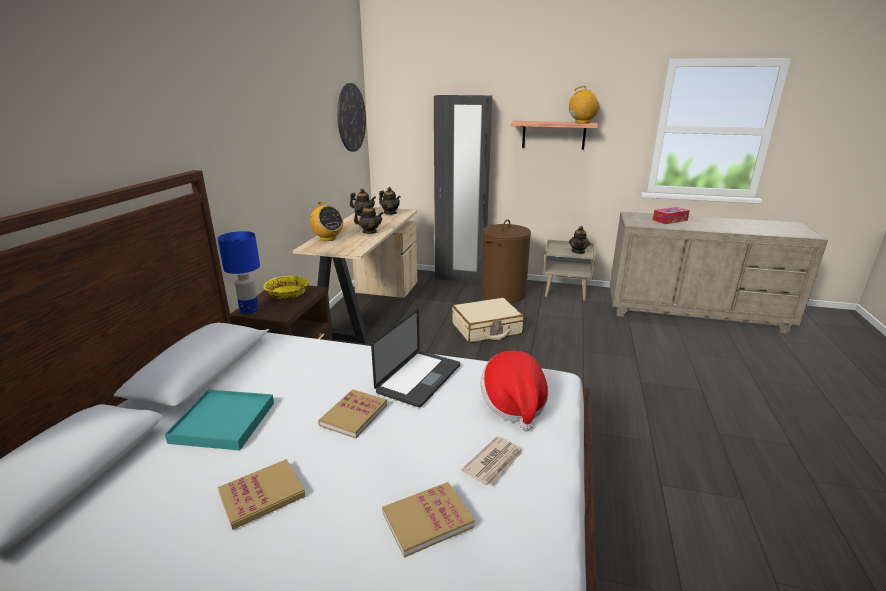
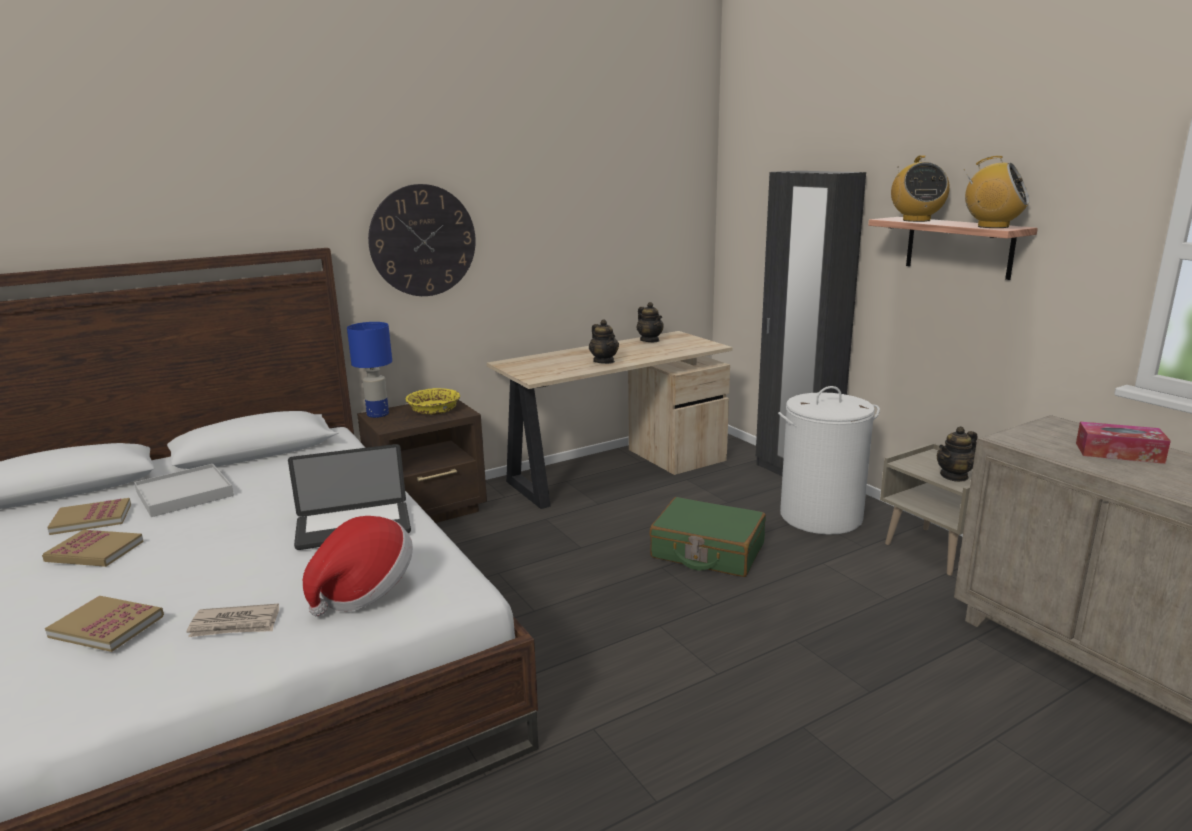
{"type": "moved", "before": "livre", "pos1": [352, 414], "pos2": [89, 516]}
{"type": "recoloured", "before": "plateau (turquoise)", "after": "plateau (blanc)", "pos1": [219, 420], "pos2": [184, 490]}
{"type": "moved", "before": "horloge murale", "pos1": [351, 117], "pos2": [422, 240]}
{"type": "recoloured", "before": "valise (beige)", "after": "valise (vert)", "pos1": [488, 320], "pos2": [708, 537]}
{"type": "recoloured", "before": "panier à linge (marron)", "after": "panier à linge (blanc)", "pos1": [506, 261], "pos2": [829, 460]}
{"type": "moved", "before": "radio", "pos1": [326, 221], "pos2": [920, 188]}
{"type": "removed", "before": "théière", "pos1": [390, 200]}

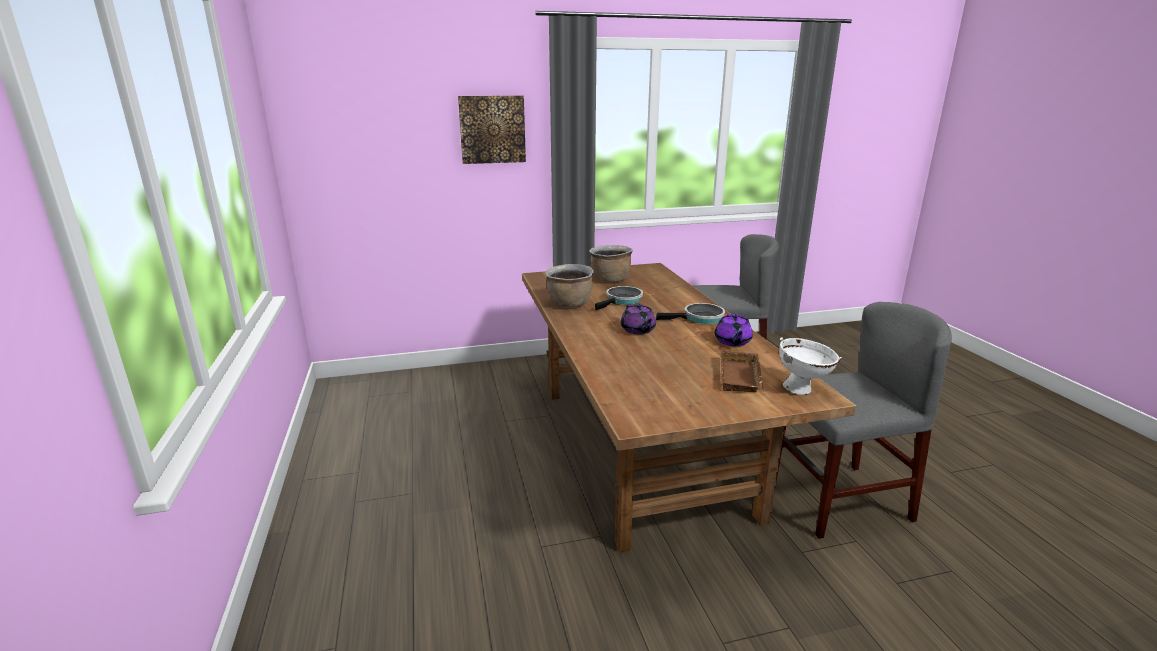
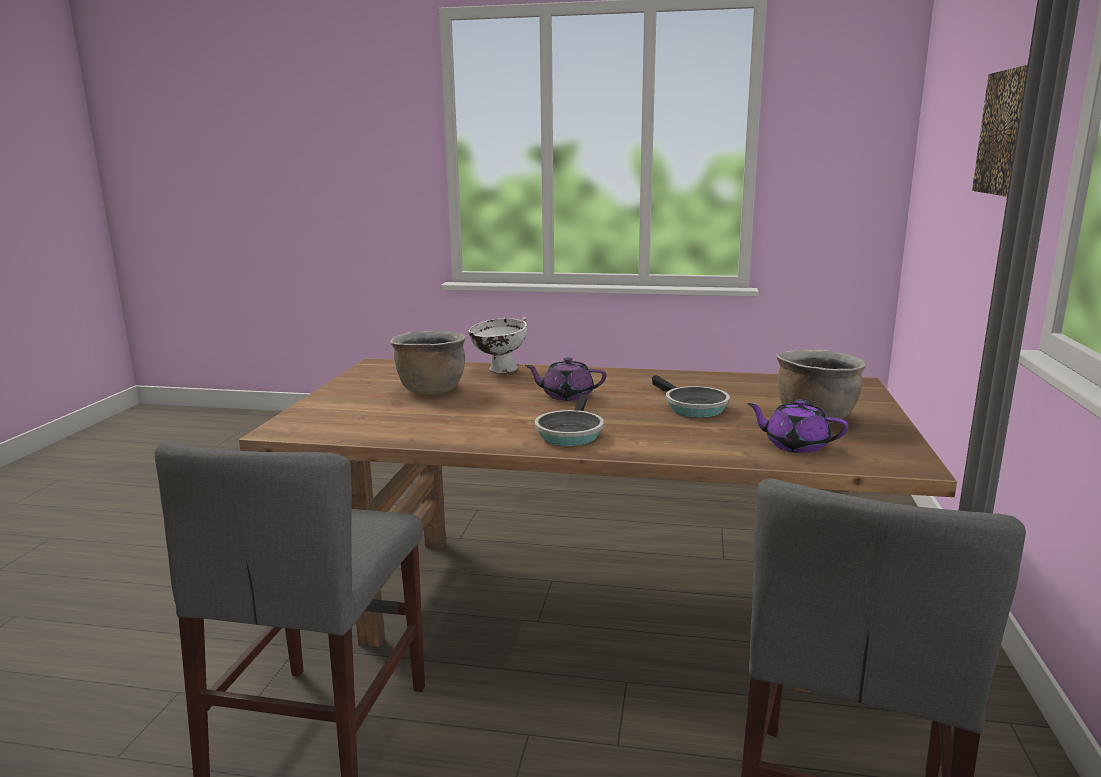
{"type": "moved", "before": "marmite (marron)", "pos1": [569, 286], "pos2": [428, 363]}
{"type": "moved", "before": "bol (blanc)", "pos1": [810, 366], "pos2": [497, 345]}
{"type": "moved", "before": "théière (violet)", "pos1": [734, 330], "pos2": [798, 426]}
{"type": "removed", "before": "plateau (marron)", "pos1": [742, 371]}

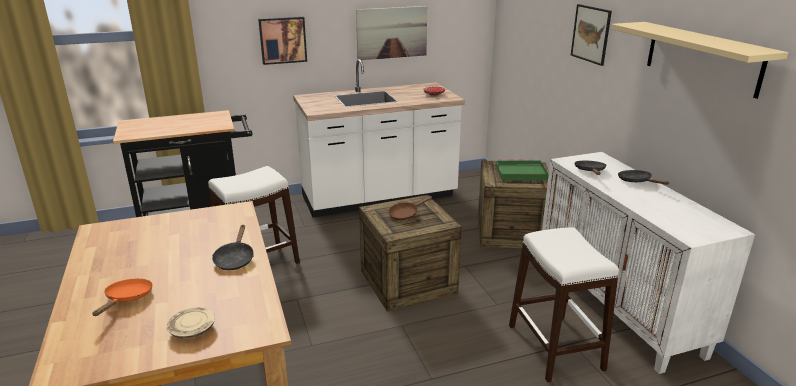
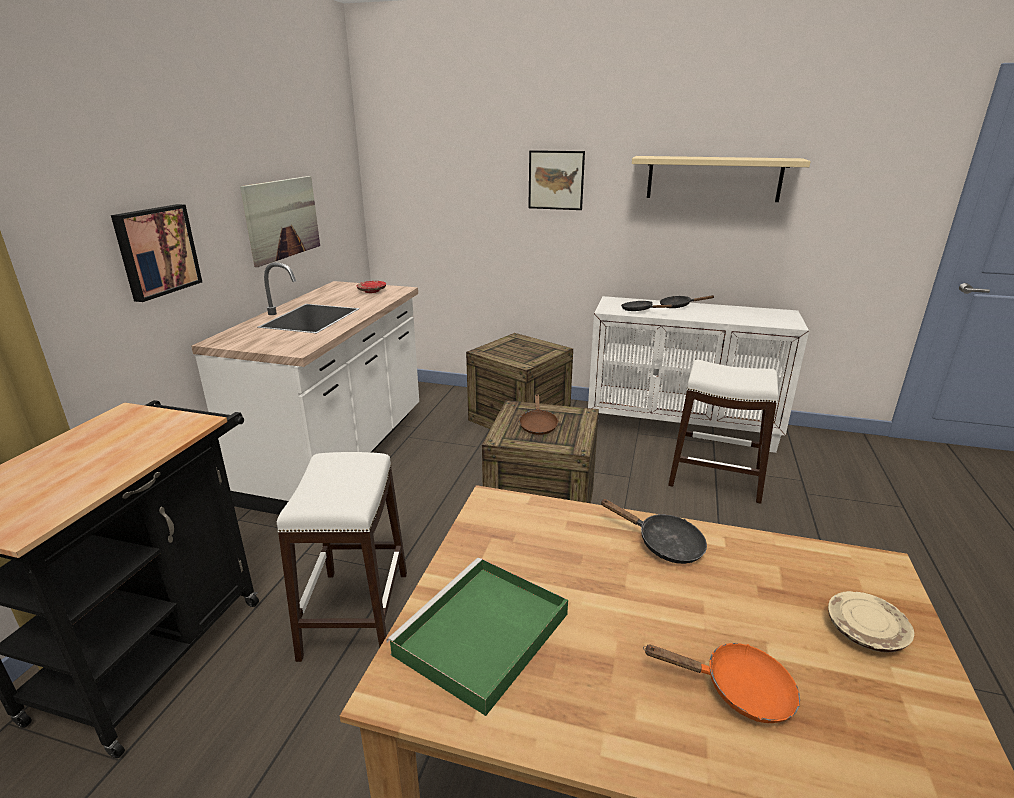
{"type": "moved", "before": "plateau (vert)", "pos1": [522, 170], "pos2": [477, 637]}
{"type": "turned", "before": "poêle (orange)", "pos1": [122, 297], "pos2": [721, 683], "turn": 150}

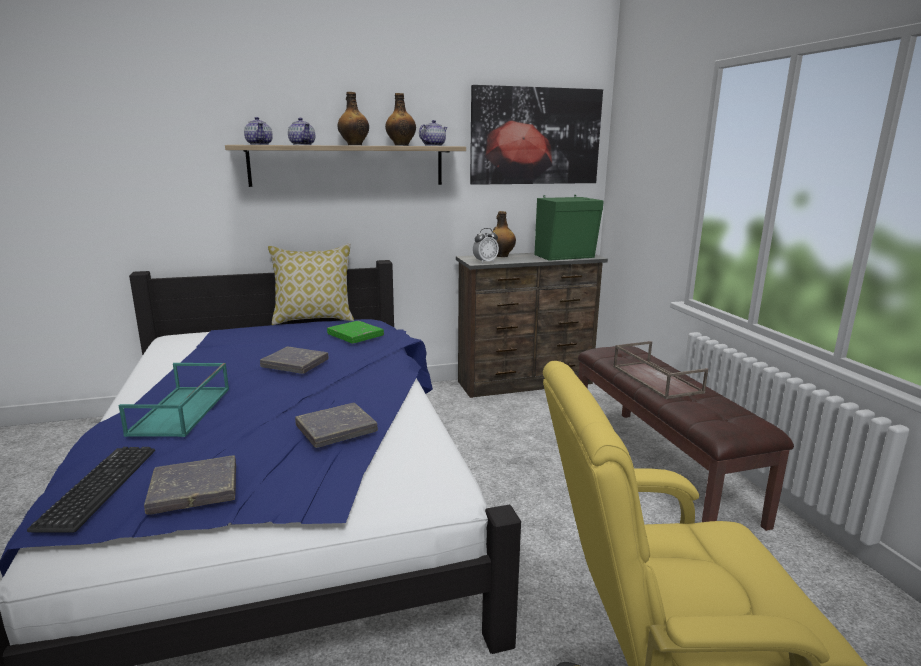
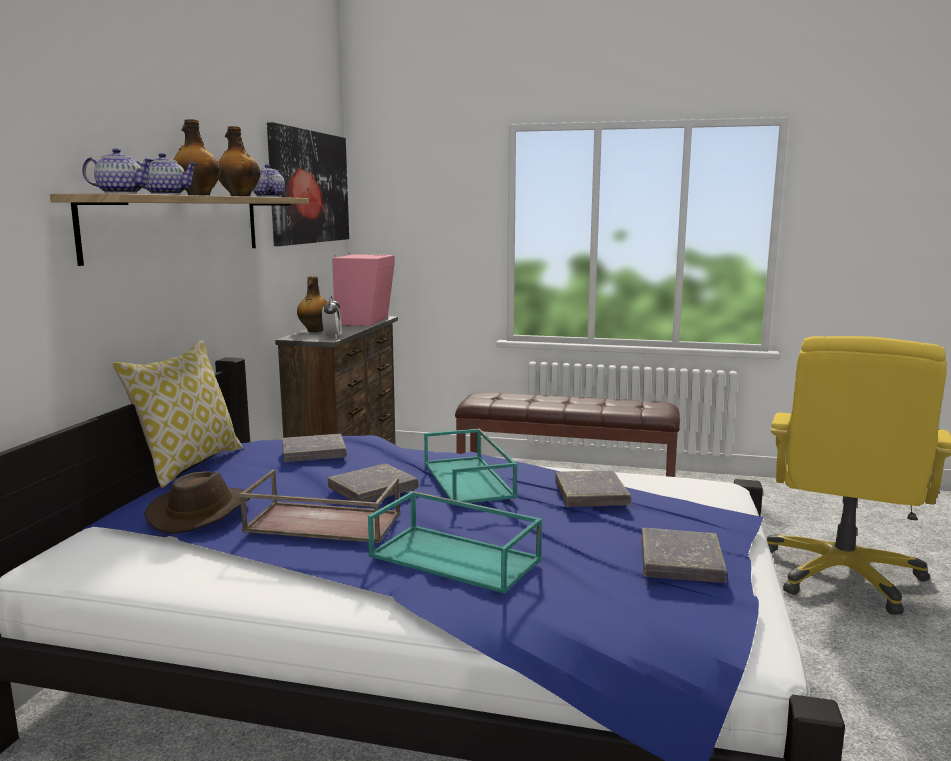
{"type": "added", "after": "chapeau (marron)", "pos2": [197, 502]}
{"type": "moved", "before": "plateau (marron)", "pos1": [660, 370], "pos2": [319, 506]}
{"type": "recoloured", "before": "livre (vert)", "after": "livre (gris)", "pos1": [355, 332], "pos2": [314, 448]}
{"type": "recoloured", "before": "enceinte (vert)", "after": "enceinte (rose)", "pos1": [569, 228], "pos2": [363, 289]}
{"type": "added", "after": "plateau (turquoise)", "pos2": [470, 465]}
{"type": "removed", "before": "clavier", "pos1": [91, 490]}

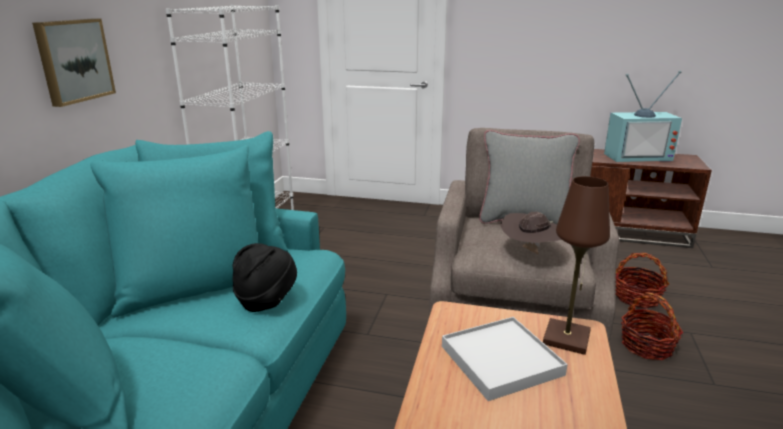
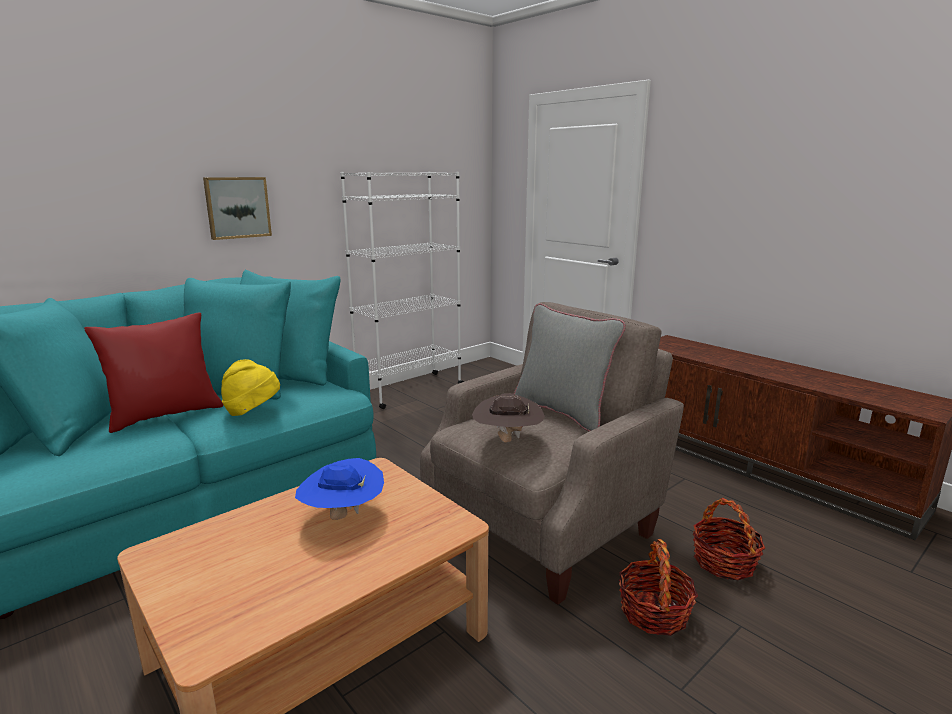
{"type": "added", "after": "coussin (rouge)", "pos2": [153, 372]}
{"type": "recoloured", "before": "chapeau (noir)", "after": "chapeau (jaune)", "pos1": [265, 277], "pos2": [250, 387]}
{"type": "replaced", "before": "plateau (blanc)", "after": "chapeau (bleu)", "pos1": [505, 359], "pos2": [339, 489]}
{"type": "removed", "before": "lampe de table (marron)", "pos1": [576, 265]}
{"type": "removed", "before": "téléviseur", "pos1": [643, 116]}

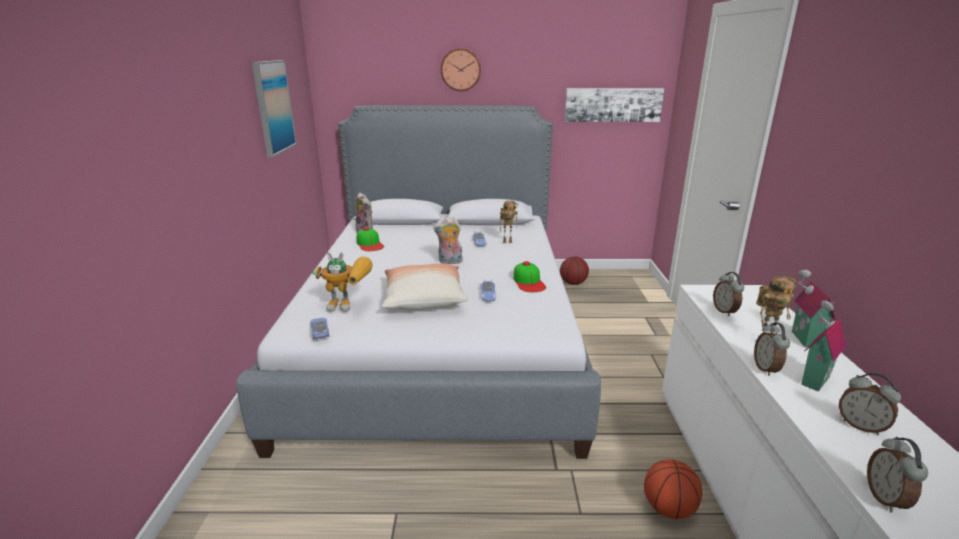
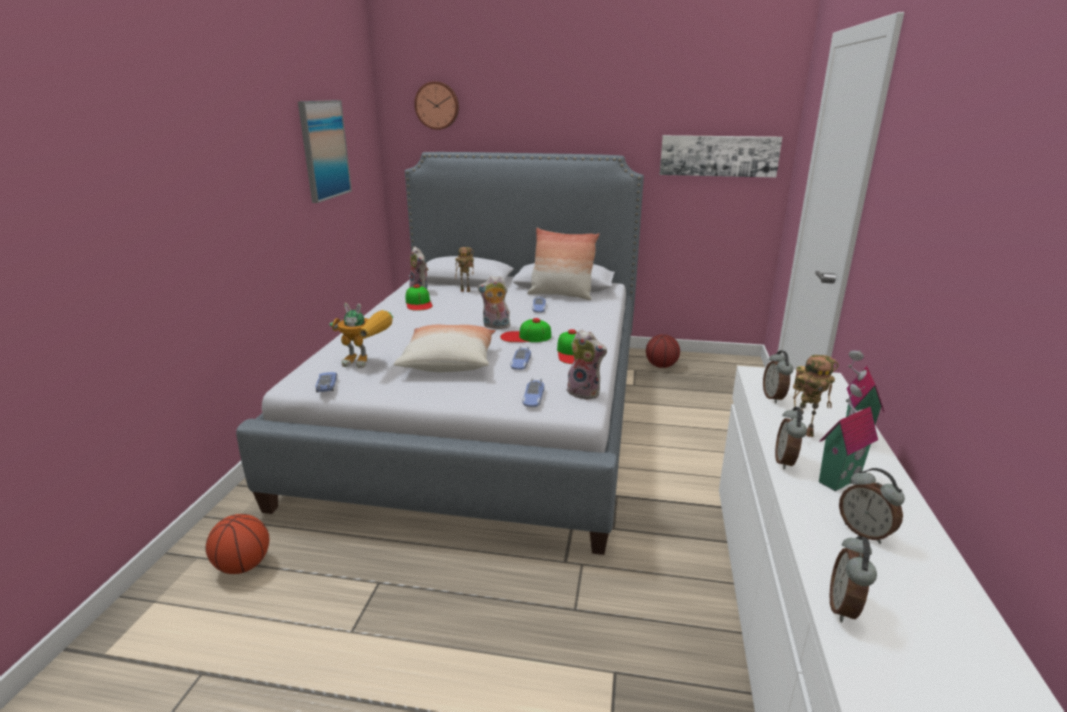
{"type": "moved", "before": "ballon de basket", "pos1": [673, 489], "pos2": [237, 544]}
{"type": "moved", "before": "horloge murale", "pos1": [461, 69], "pos2": [436, 105]}
{"type": "moved", "before": "robot jouet", "pos1": [509, 222], "pos2": [464, 269]}
{"type": "added", "after": "casquette", "pos2": [525, 330]}
{"type": "added", "after": "petite voiture", "pos2": [533, 392]}
{"type": "added", "after": "coussin", "pos2": [563, 264]}
{"type": "added", "after": "peluche", "pos2": [587, 365]}

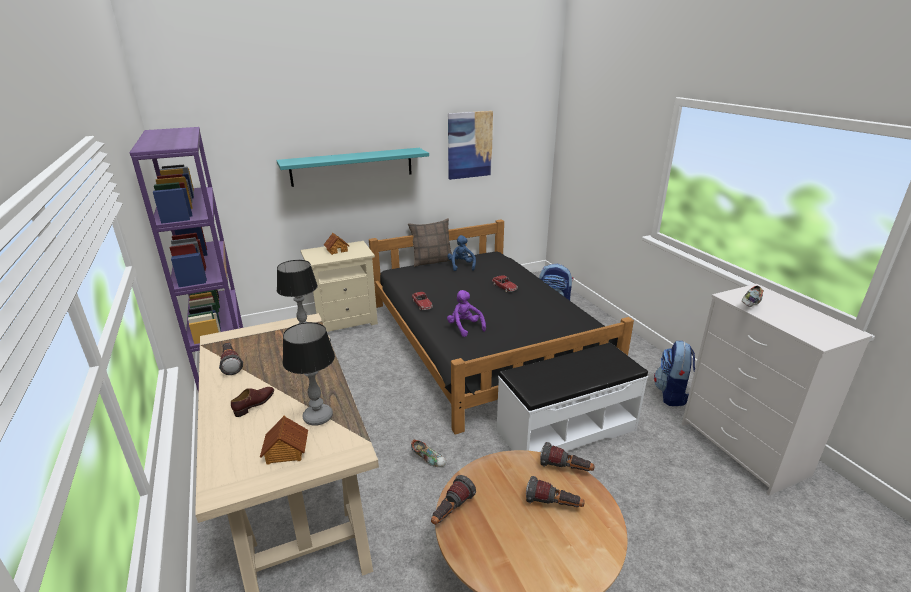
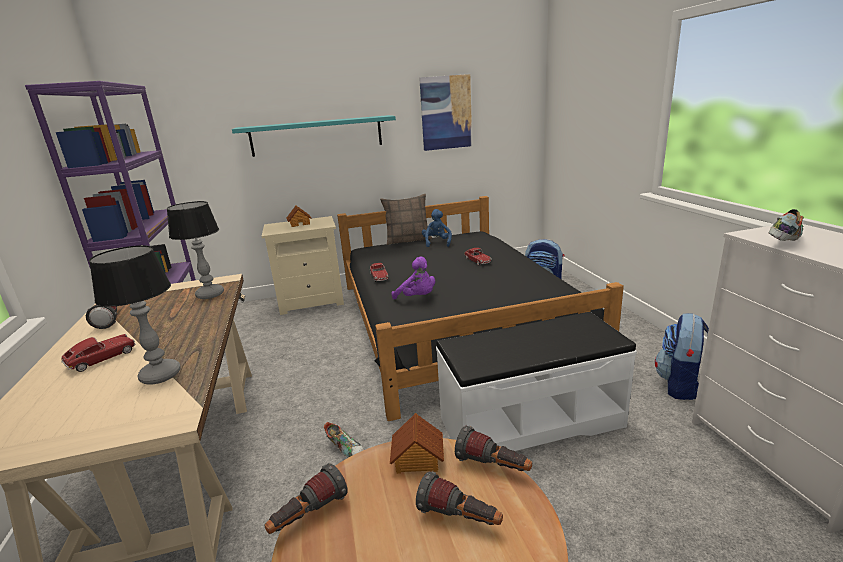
{"type": "replaced", "before": "chaussure (marron)", "after": "petite voiture", "pos1": [252, 402], "pos2": [98, 353]}
{"type": "moved", "before": "maison miniature", "pos1": [284, 440], "pos2": [417, 443]}
{"type": "turned", "before": "peluche (violet)", "pos1": [466, 313], "pos2": [413, 278], "turn": 150}

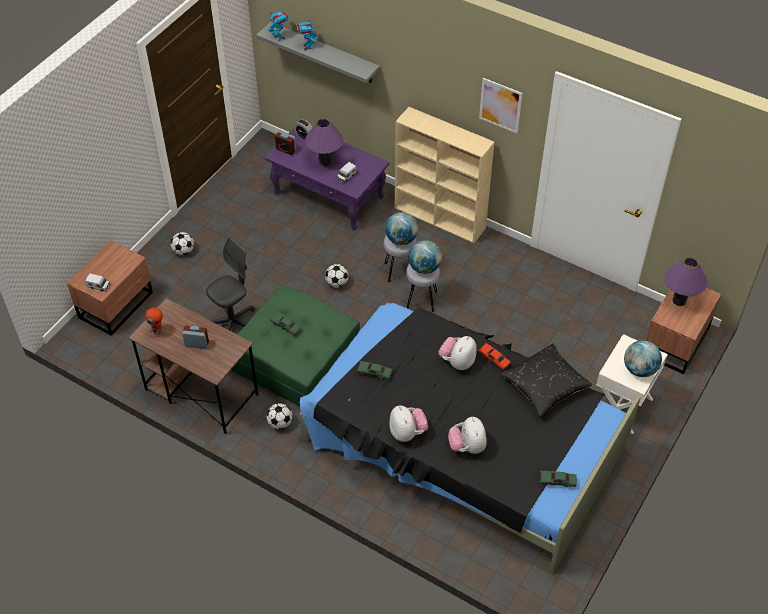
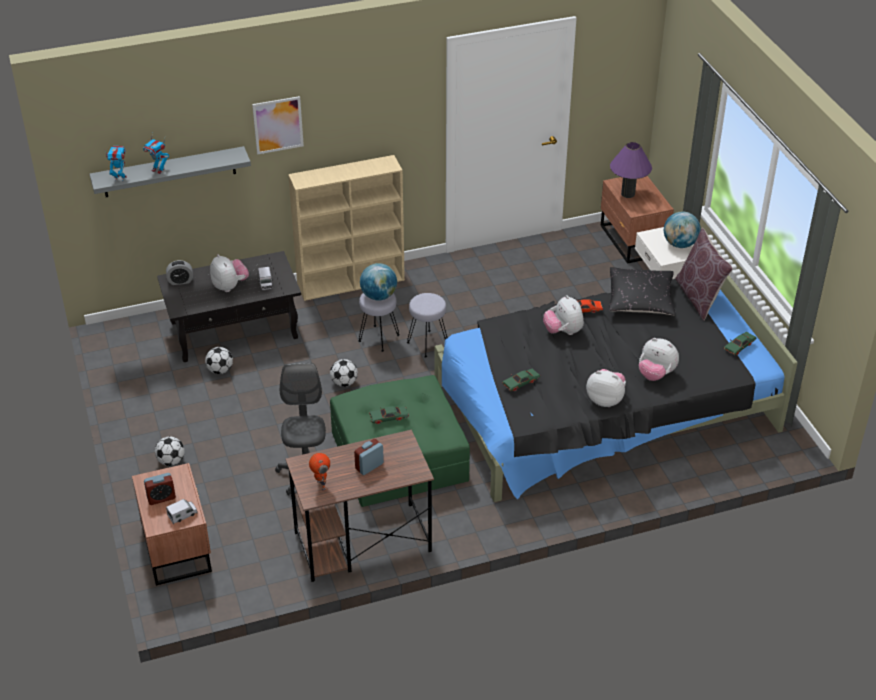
{"type": "moved", "before": "réveil", "pos1": [285, 143], "pos2": [160, 489]}
{"type": "recoloured", "before": "table basse (violet)", "after": "table basse (noir)", "pos1": [327, 179], "pos2": [229, 306]}
{"type": "moved", "before": "ballon de foot", "pos1": [279, 416], "pos2": [219, 360]}
{"type": "replaced", "before": "lampe de table (violet)", "after": "peluche", "pos1": [324, 143], "pos2": [229, 273]}
{"type": "moved", "before": "tableau", "pos1": [500, 105], "pos2": [278, 125]}
{"type": "added", "after": "coussin (marron)", "pos2": [704, 274]}
{"type": "removed", "before": "globe", "pos1": [425, 257]}

